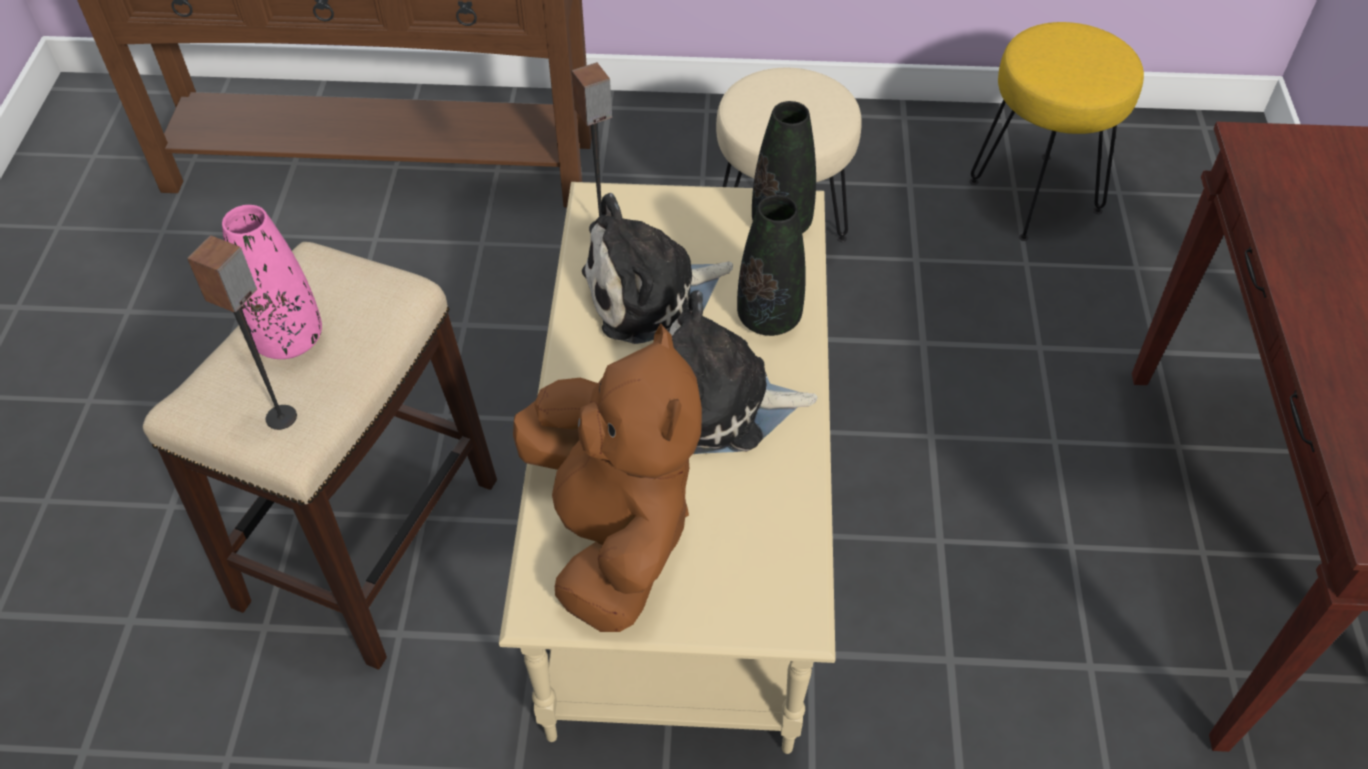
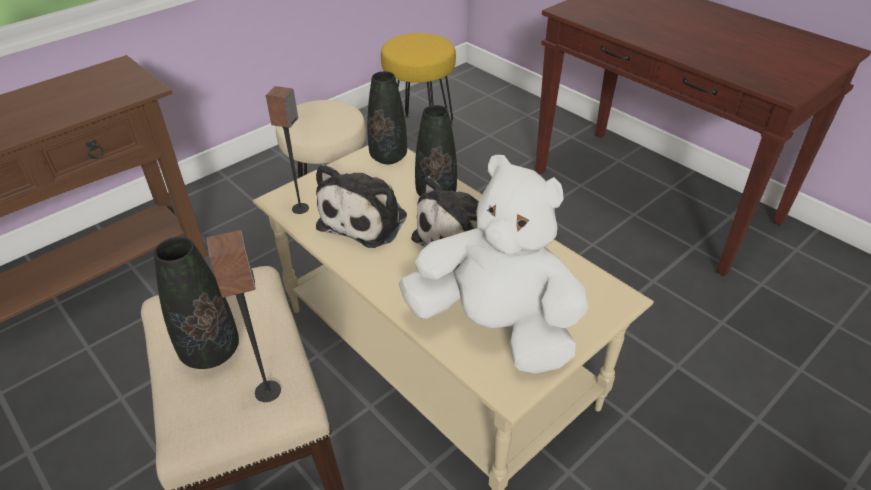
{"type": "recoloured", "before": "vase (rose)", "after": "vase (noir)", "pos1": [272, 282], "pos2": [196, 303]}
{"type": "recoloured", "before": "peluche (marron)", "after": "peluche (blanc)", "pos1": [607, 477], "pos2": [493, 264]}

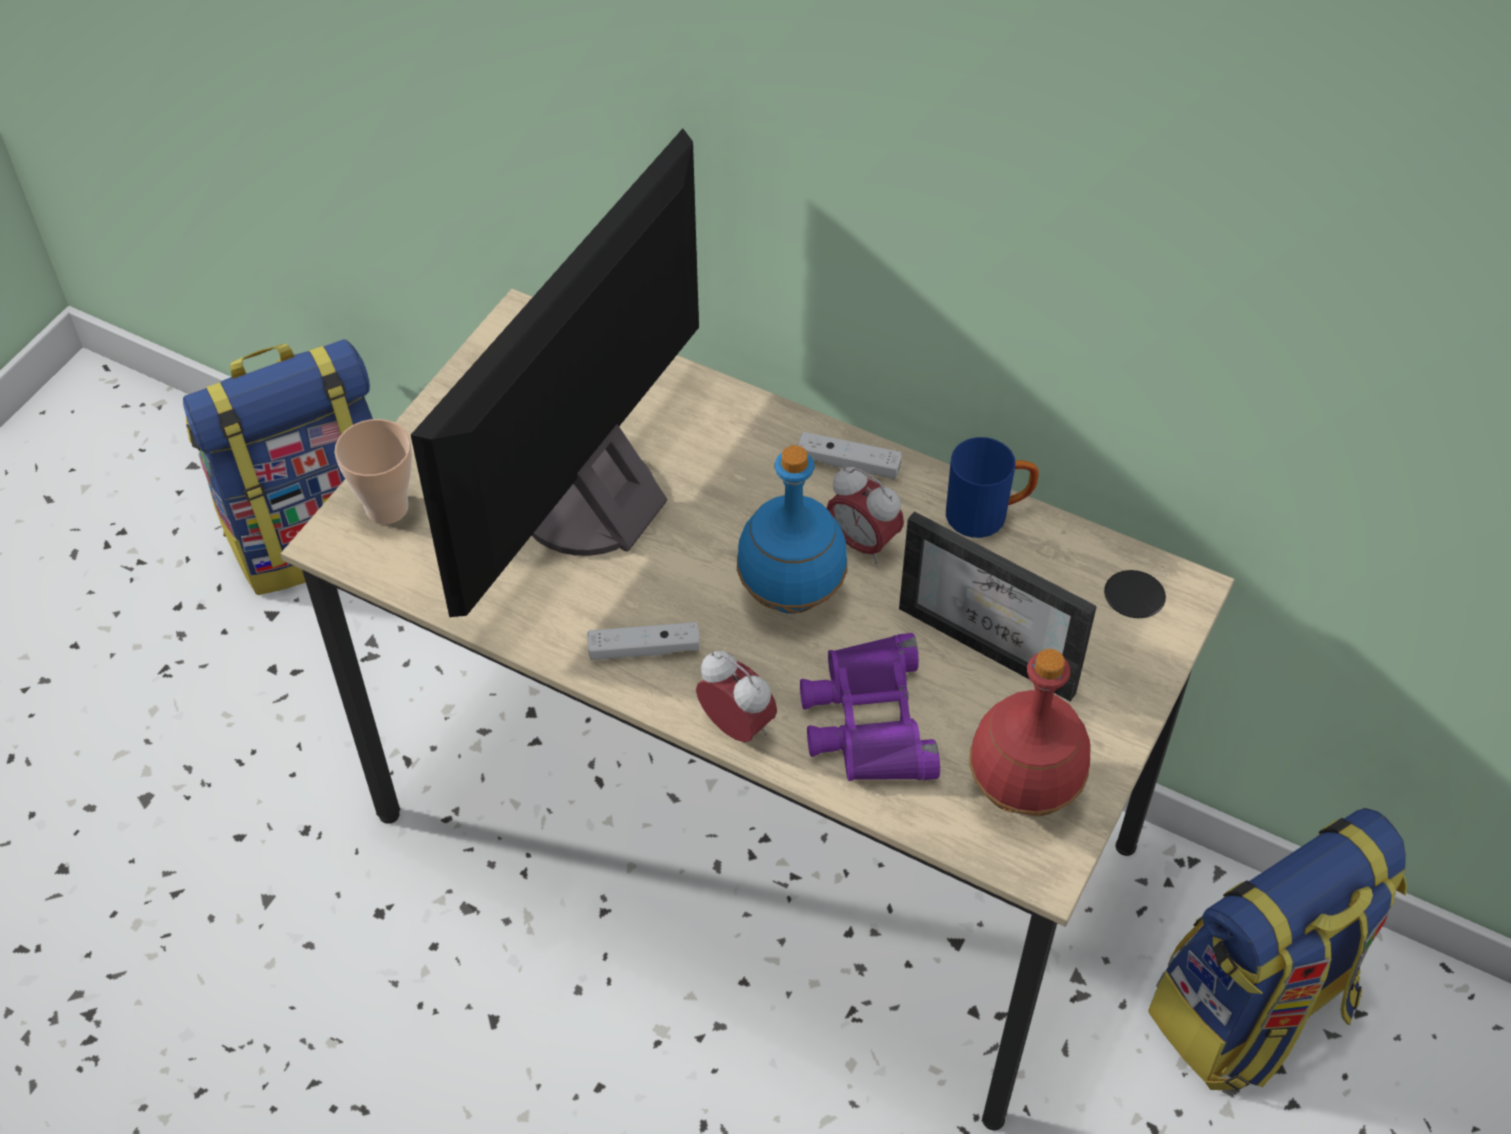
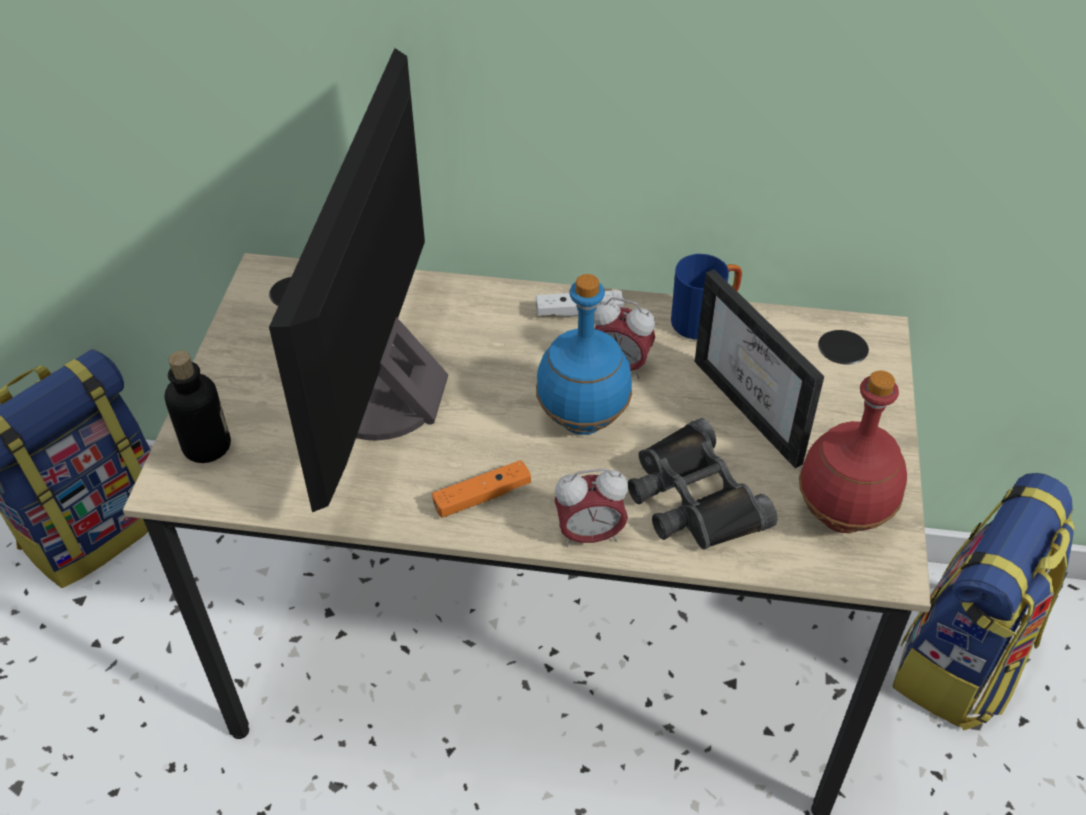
{"type": "replaced", "before": "tasse", "after": "bouteille", "pos1": [373, 471], "pos2": [198, 407]}
{"type": "recoloured", "before": "manette (blanc)", "after": "manette (orange)", "pos1": [643, 641], "pos2": [481, 489]}
{"type": "turned", "before": "réveil", "pos1": [736, 697], "pos2": [591, 508], "turn": 150}
{"type": "recoloured", "before": "jumelles (violet)", "after": "jumelles (noir)", "pos1": [870, 707], "pos2": [702, 484]}
{"type": "turned", "before": "cadre photo", "pos1": [998, 606], "pos2": [759, 368], "turn": 45}

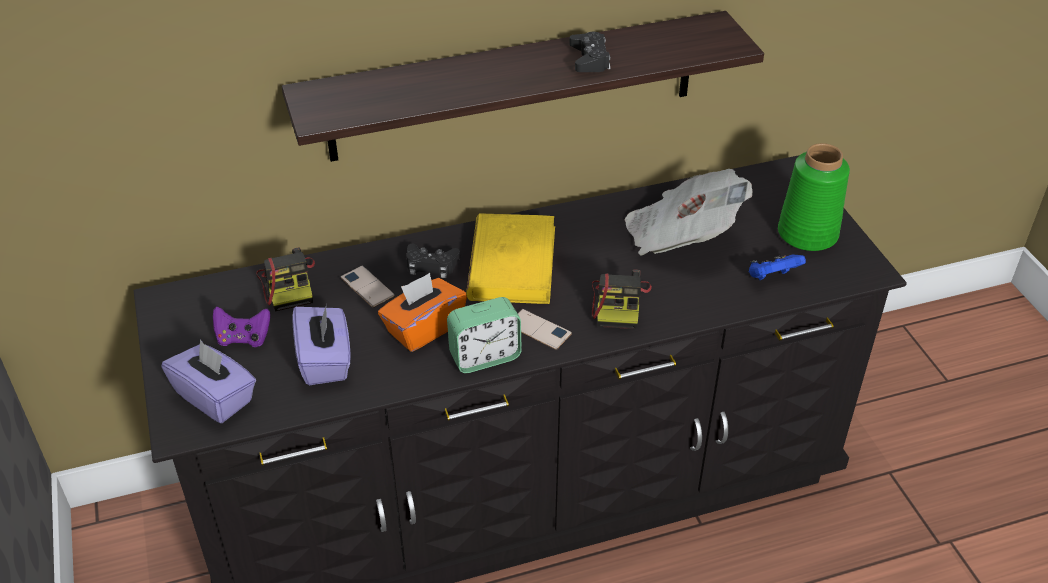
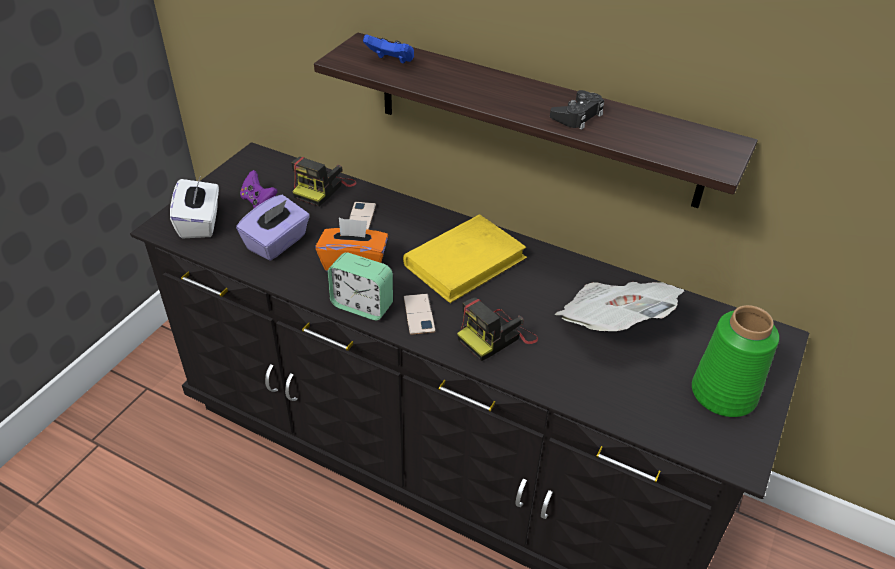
{"type": "recoloured", "before": "boîte à mouchoirs (violet)", "after": "boîte à mouchoirs (blanc)", "pos1": [208, 381], "pos2": [194, 208]}
{"type": "moved", "before": "manette (bleu)", "pos1": [777, 267], "pos2": [388, 49]}
{"type": "removed", "before": "manette (noir)", "pos1": [433, 261]}

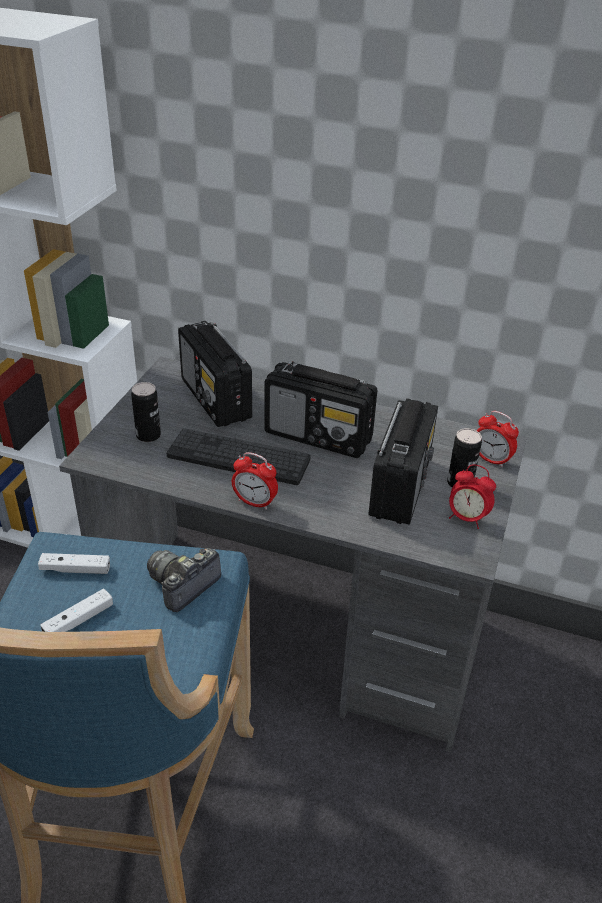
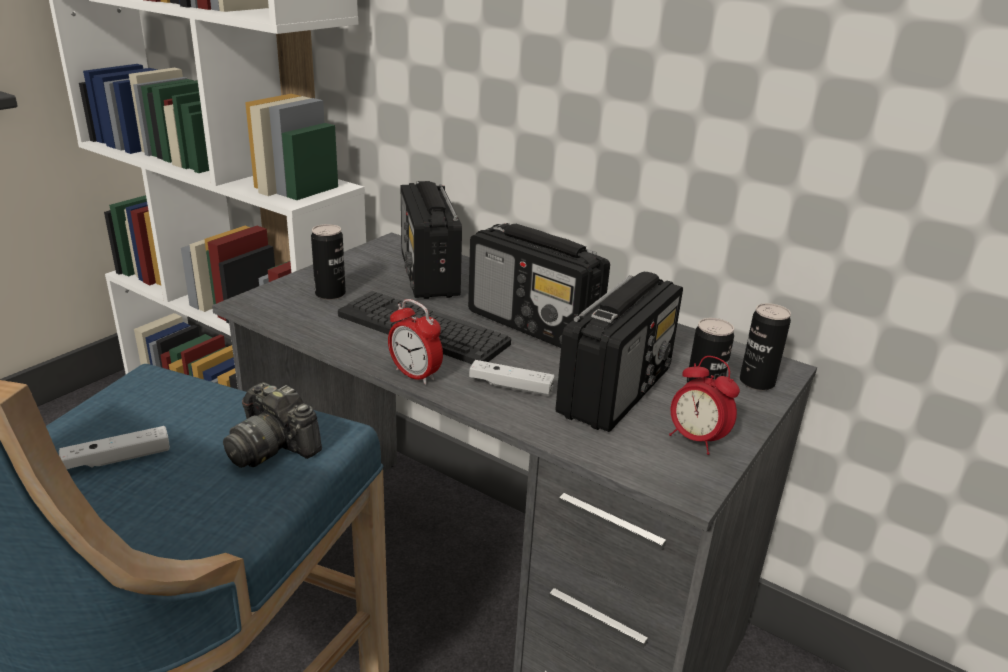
{"type": "turned", "before": "appareil photo", "pos1": [184, 580], "pos2": [272, 425], "turn": -105}
{"type": "moved", "before": "manette (blanc)", "pos1": [74, 563], "pos2": [512, 378]}
{"type": "replaced", "before": "réveil", "after": "boîte métallique", "pos1": [498, 439], "pos2": [765, 347]}

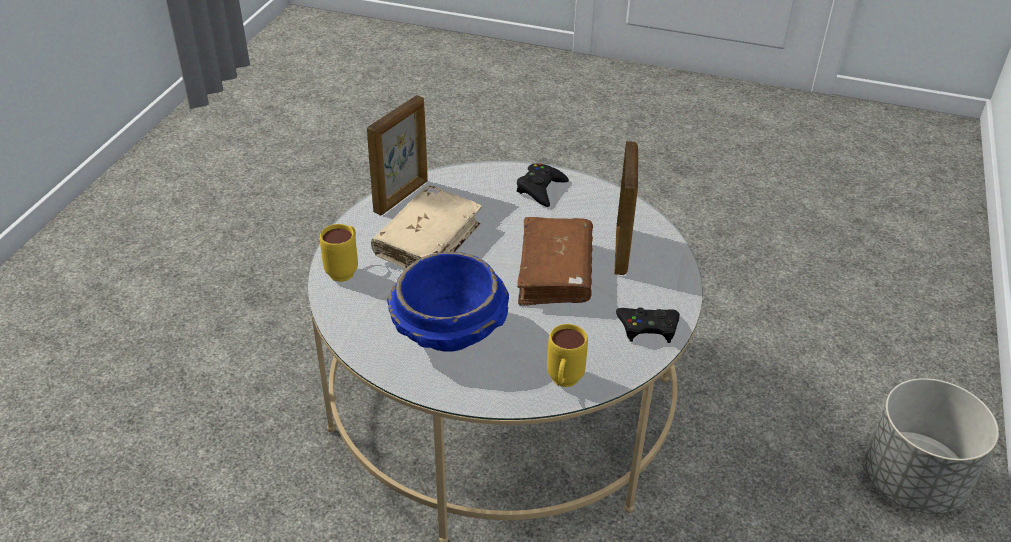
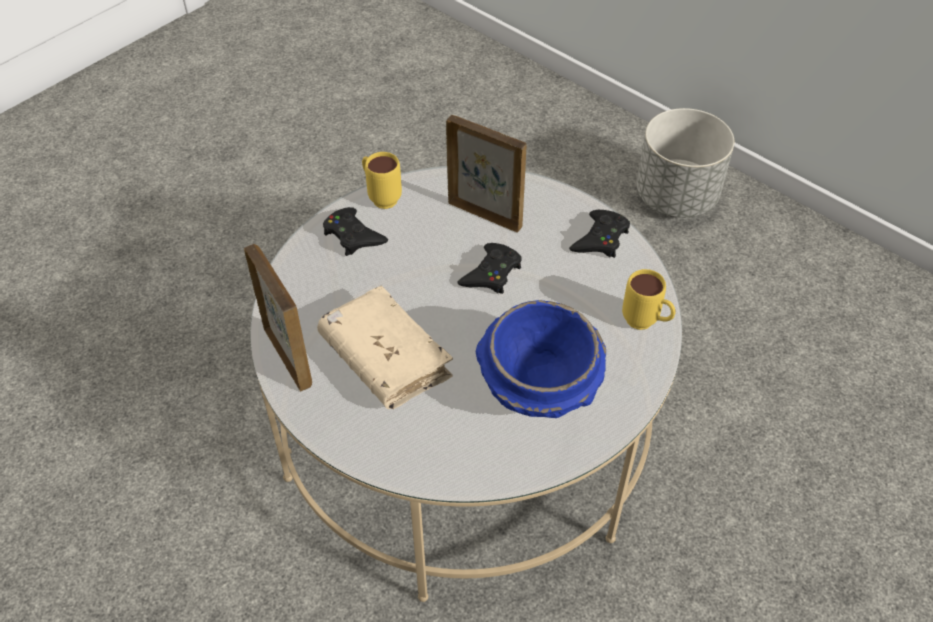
{"type": "moved", "before": "mug (jaune)", "pos1": [339, 253], "pos2": [382, 180]}
{"type": "replaced", "before": "livre (marron)", "after": "manette (noir)", "pos1": [555, 261], "pos2": [489, 268]}

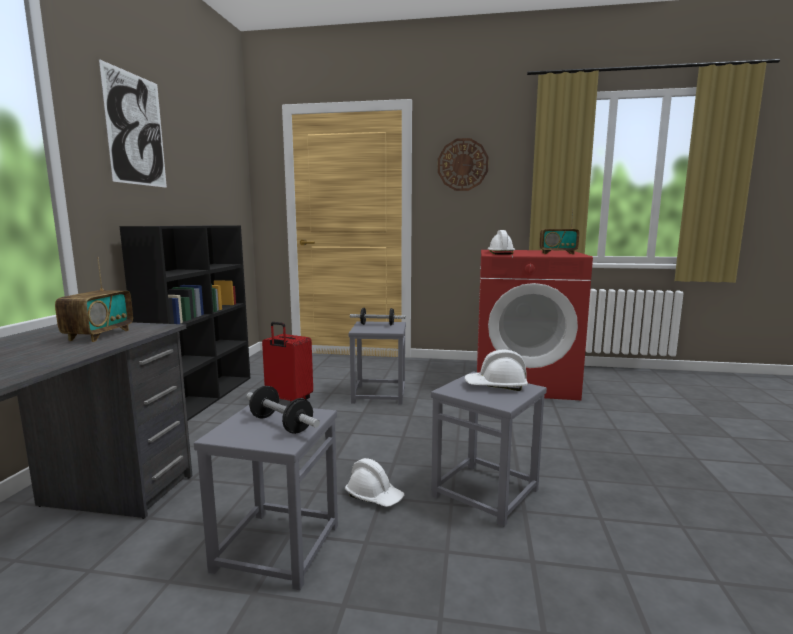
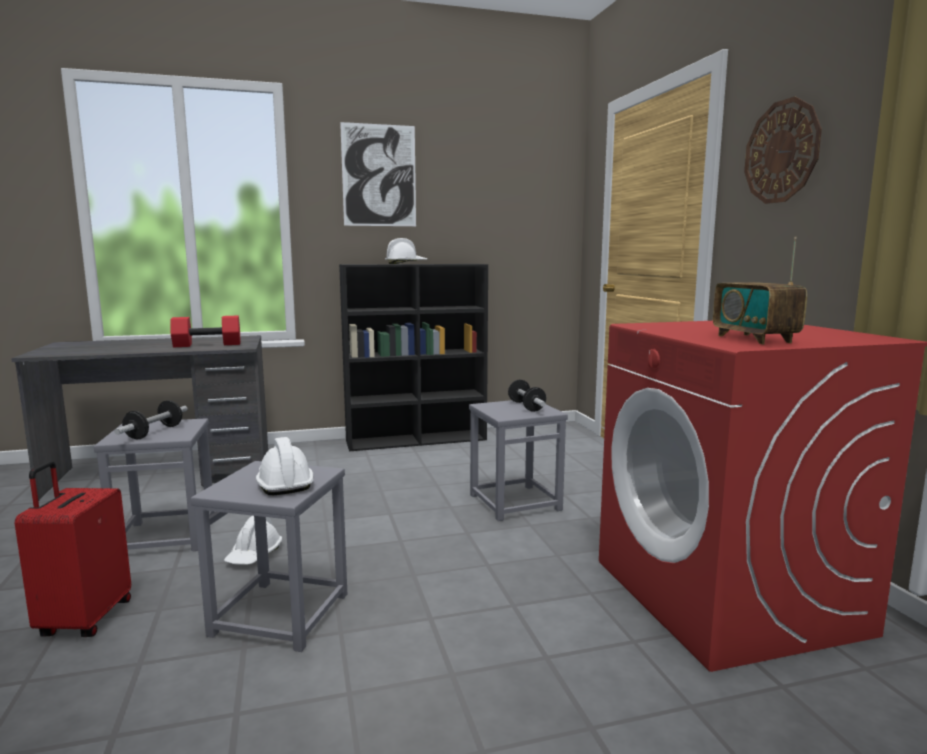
{"type": "moved", "before": "valise (rouge)", "pos1": [287, 361], "pos2": [73, 549]}
{"type": "replaced", "before": "radio", "after": "haltère (rouge)", "pos1": [94, 299], "pos2": [205, 331]}
{"type": "moved", "before": "casque de chantier (blanc)", "pos1": [501, 242], "pos2": [406, 251]}

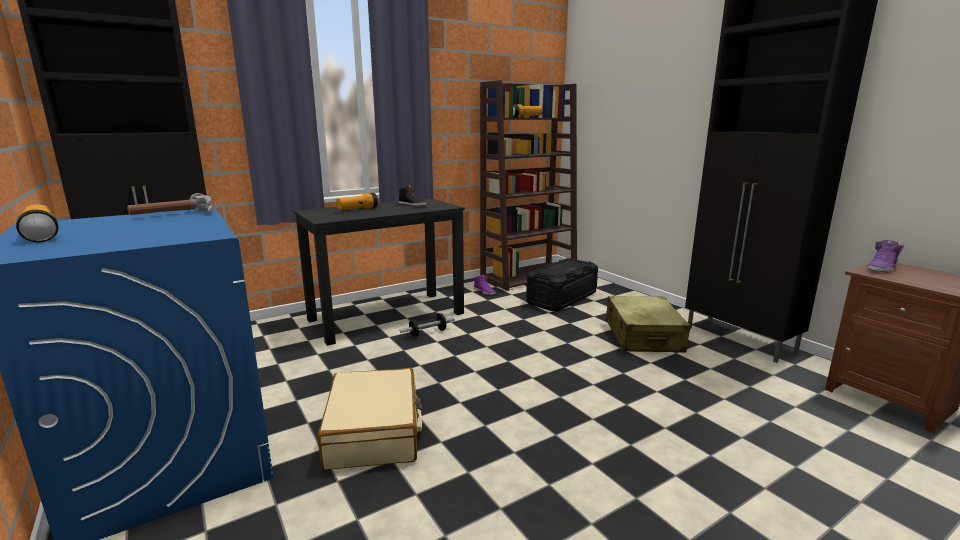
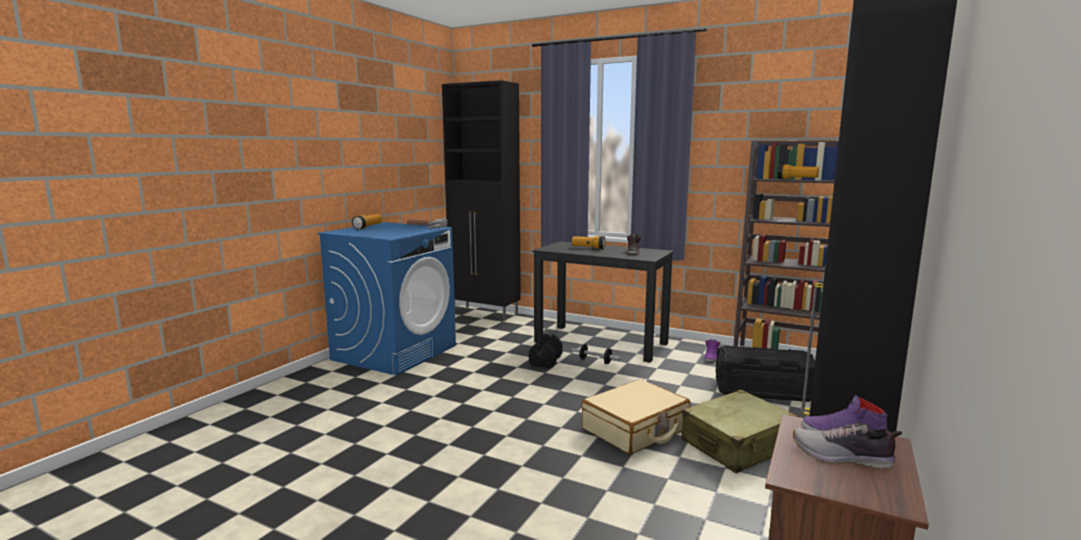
{"type": "added", "after": "haltère (noir)", "pos2": [546, 351]}
{"type": "moved", "before": "valise (beige)", "pos1": [370, 419], "pos2": [636, 416]}
{"type": "added", "after": "chaussure", "pos2": [847, 445]}

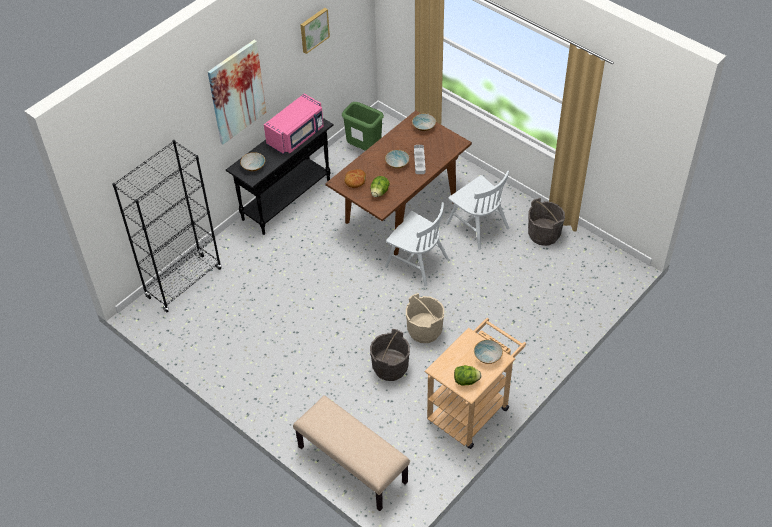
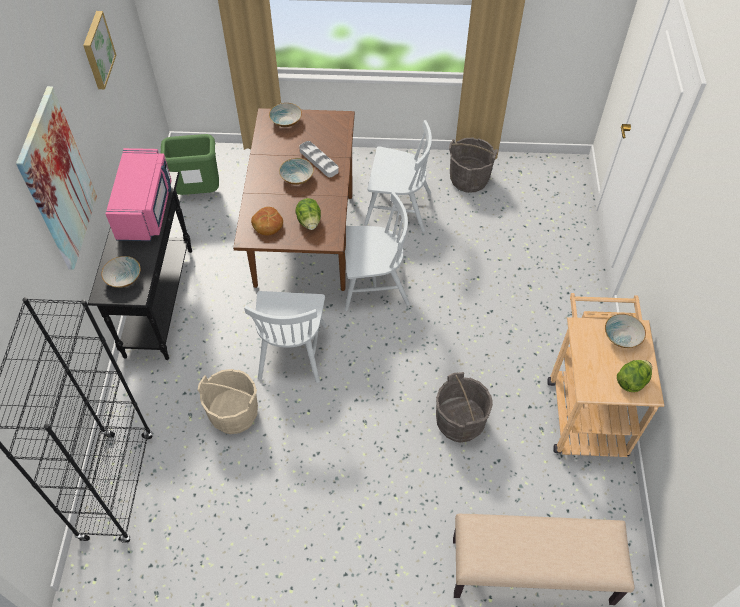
{"type": "moved", "before": "seau (beige)", "pos1": [425, 318], "pos2": [228, 401]}
{"type": "added", "after": "chaise (blanc)", "pos2": [285, 337]}

